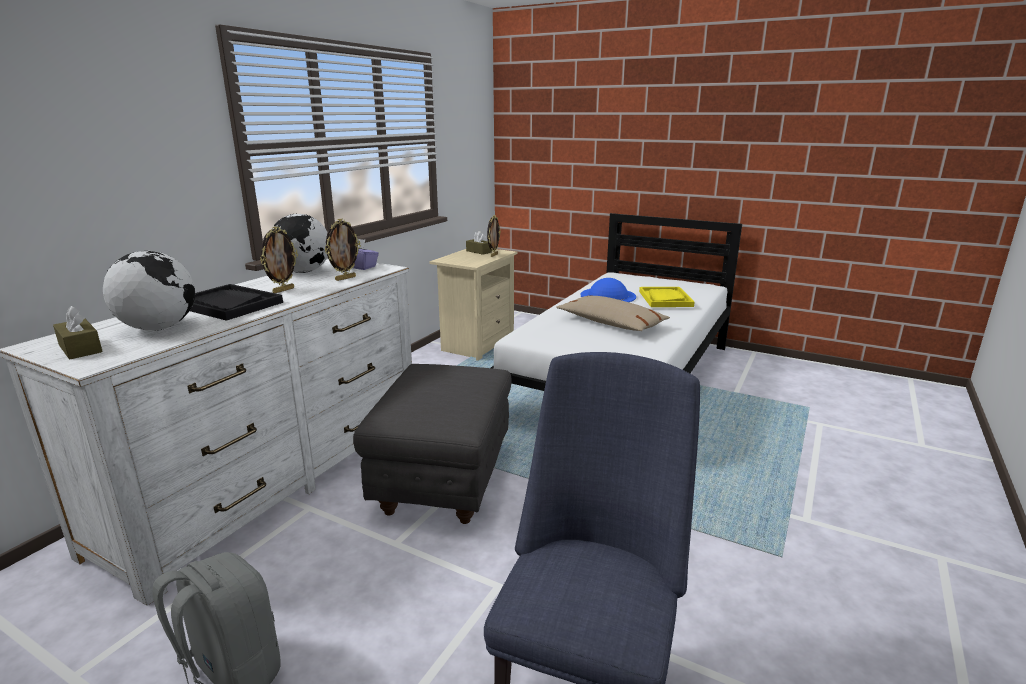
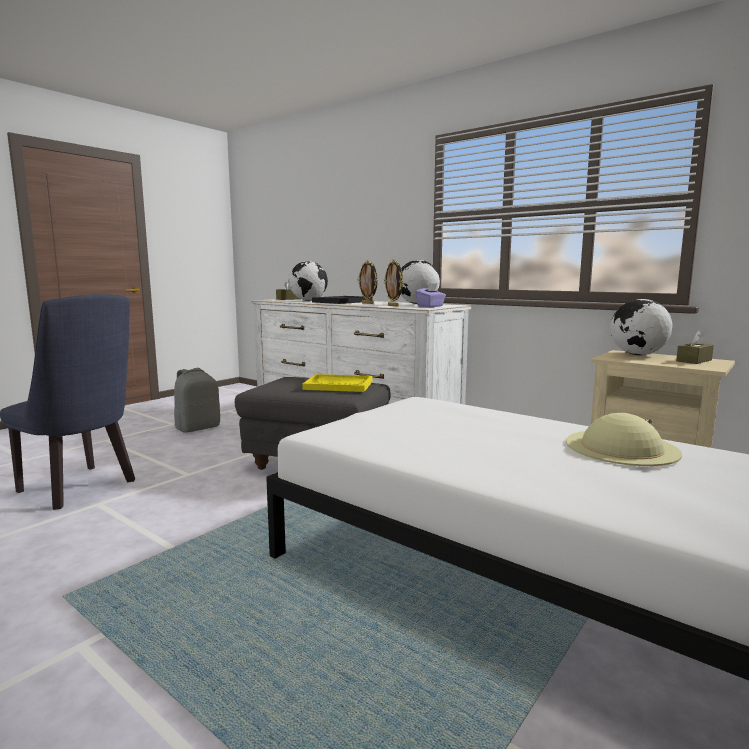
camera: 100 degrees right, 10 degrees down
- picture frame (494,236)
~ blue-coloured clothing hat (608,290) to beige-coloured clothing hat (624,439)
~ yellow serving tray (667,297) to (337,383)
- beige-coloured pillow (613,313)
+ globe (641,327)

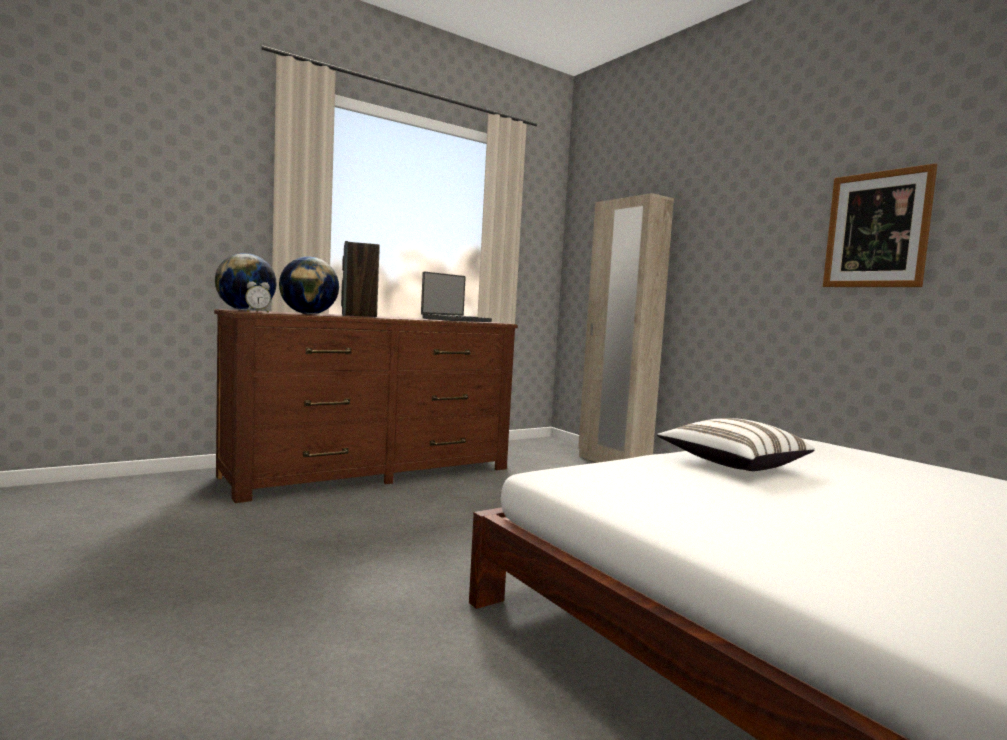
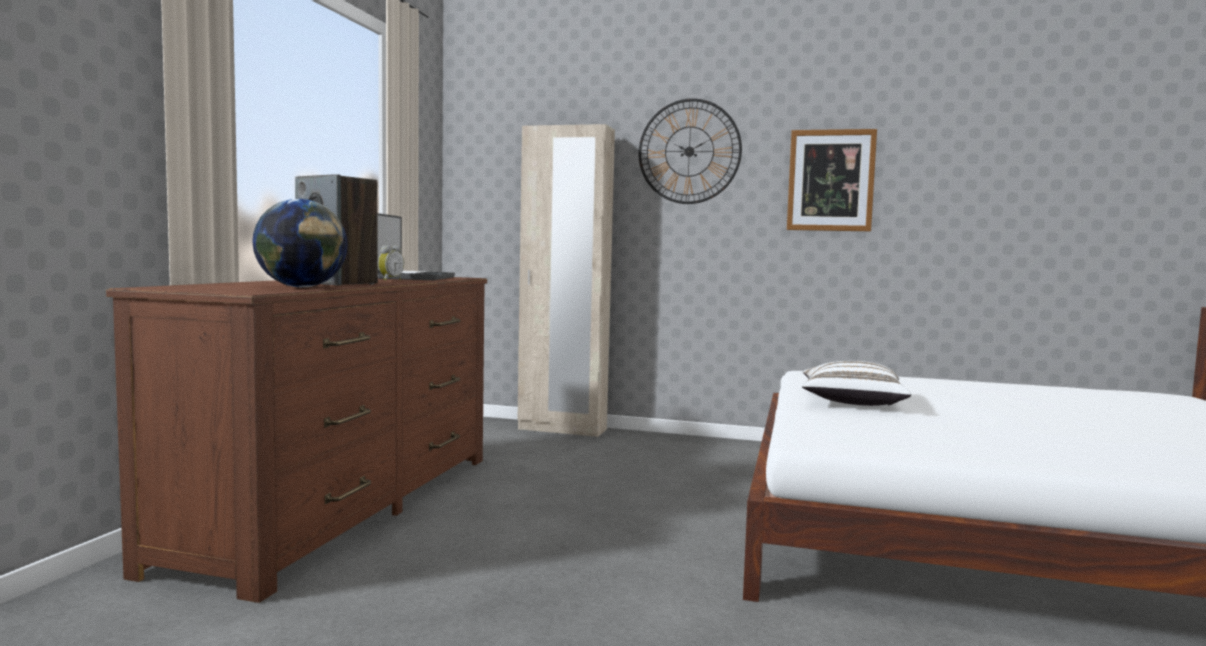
camera: 40 degrees left, 0 degrees up
- globe (246,282)
~ bedside clock (258,296) to (391,263)
+ wall clock (690,151)

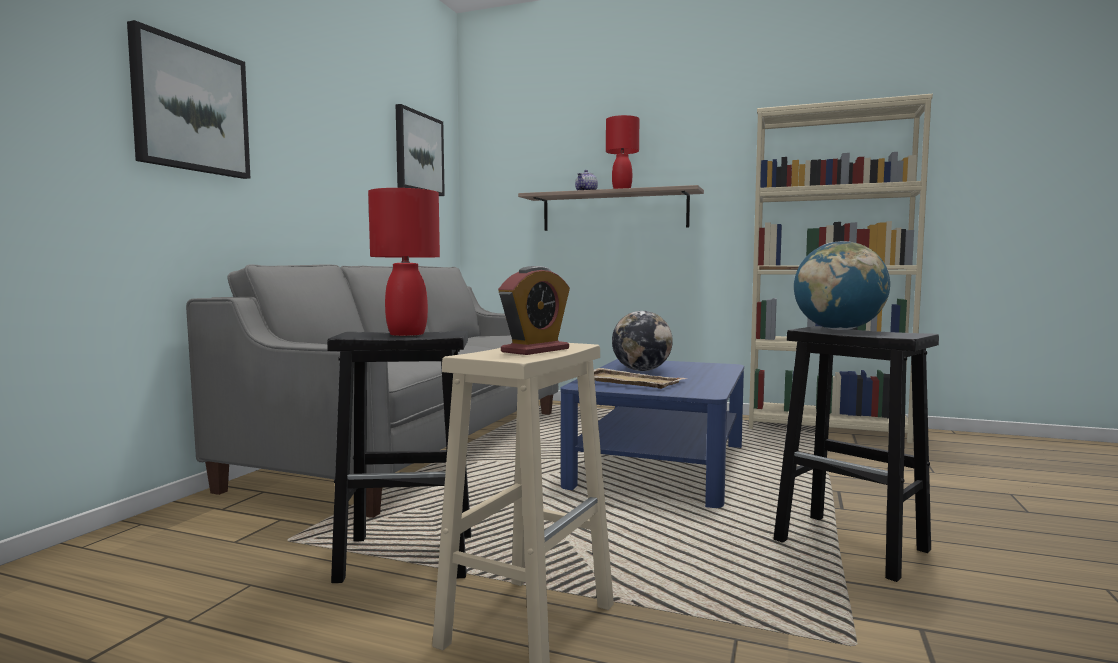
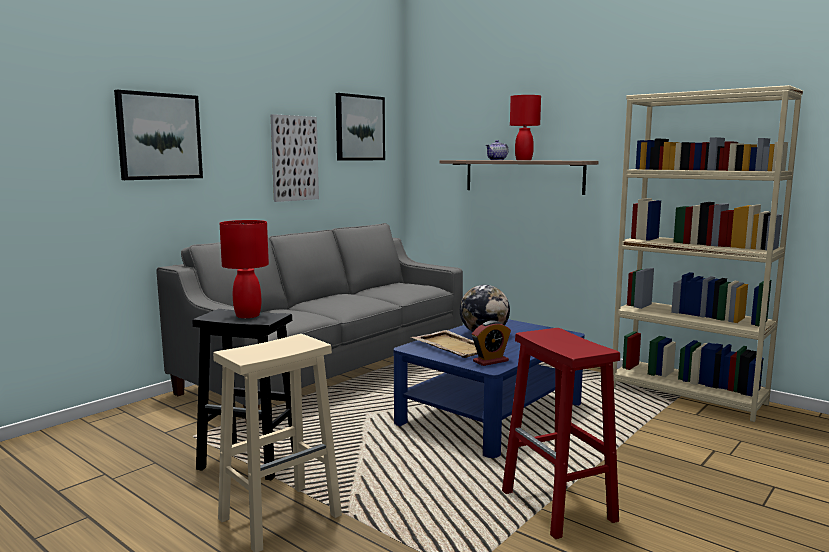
camera: 20 degrees right, 5 degrees up
- globe (842,285)
~ bedside clock (534,310) to (491,343)
~ black sitting stool (856,454) to red sitting stool (561,433)
+ wall picture (295,158)

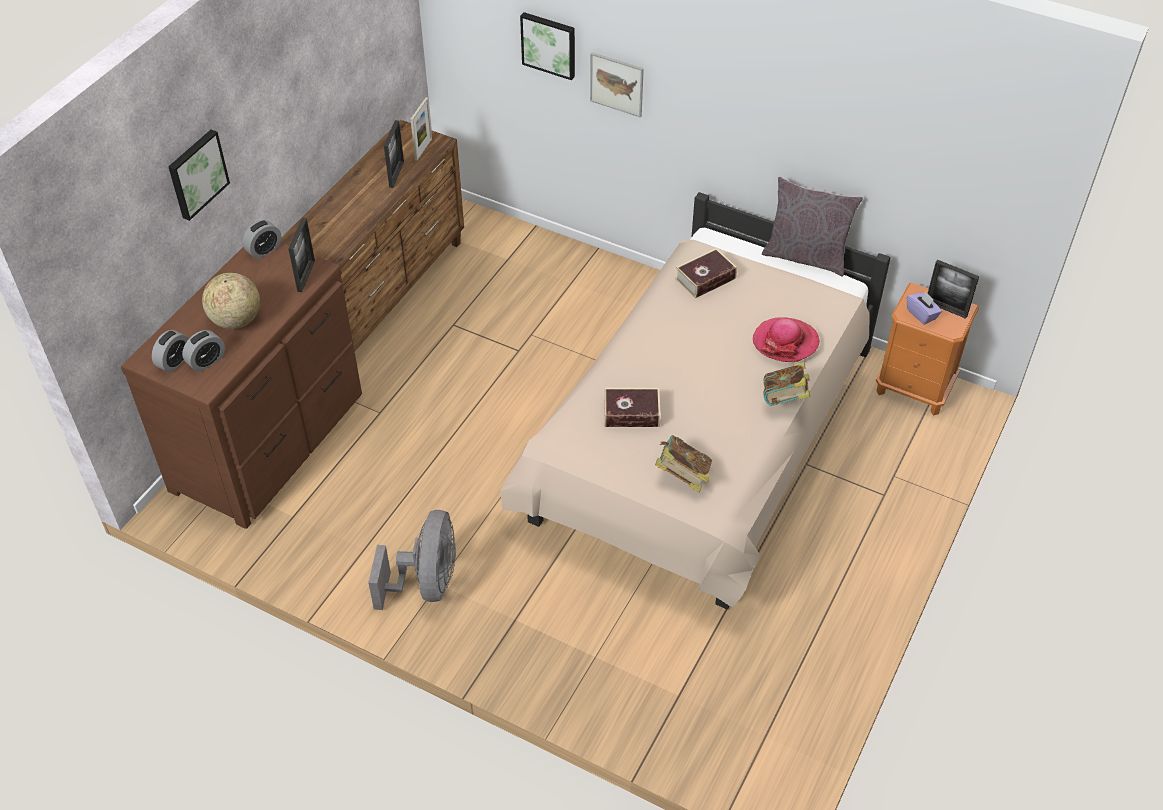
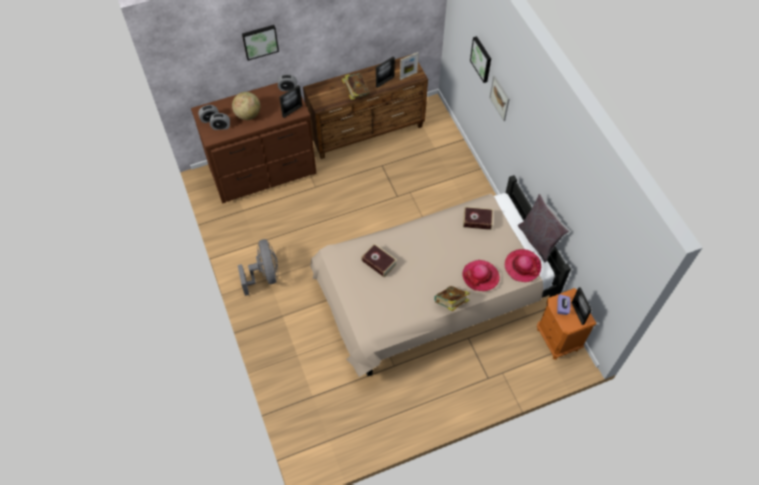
camera: 40 degrees right, 10 degrees up
~ bound book (683,463) to (355,86)
~ grey electric fan (412,560) = (258,267) 60 degrees counterclockwise
+ clothing hat (523,265)

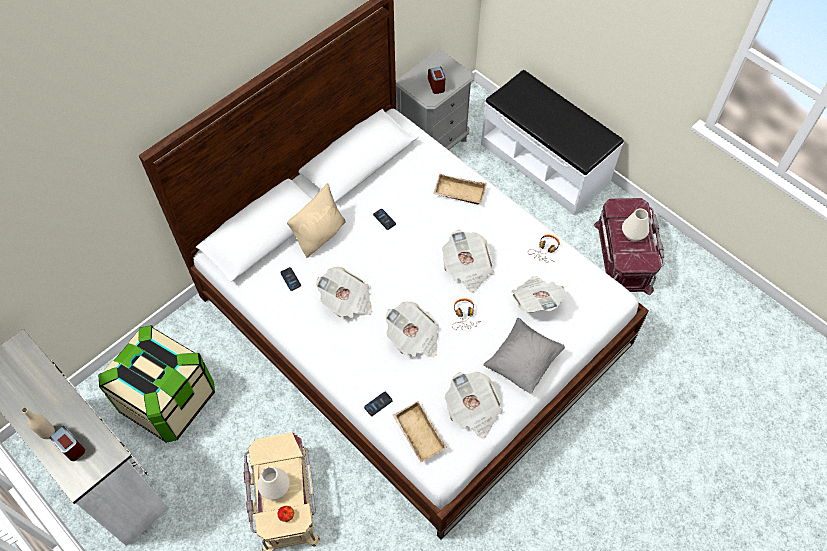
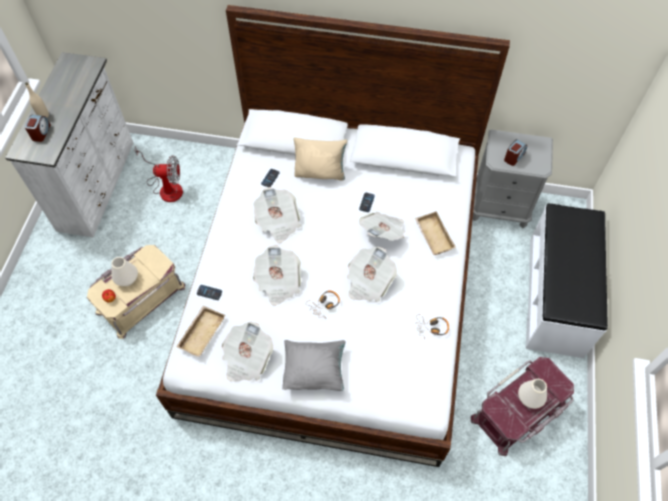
camera: 55 degrees right, 0 degrees up
~ newspaper (539,294) to (382,226)
~ storage container (157,384) to electric fan (159,174)

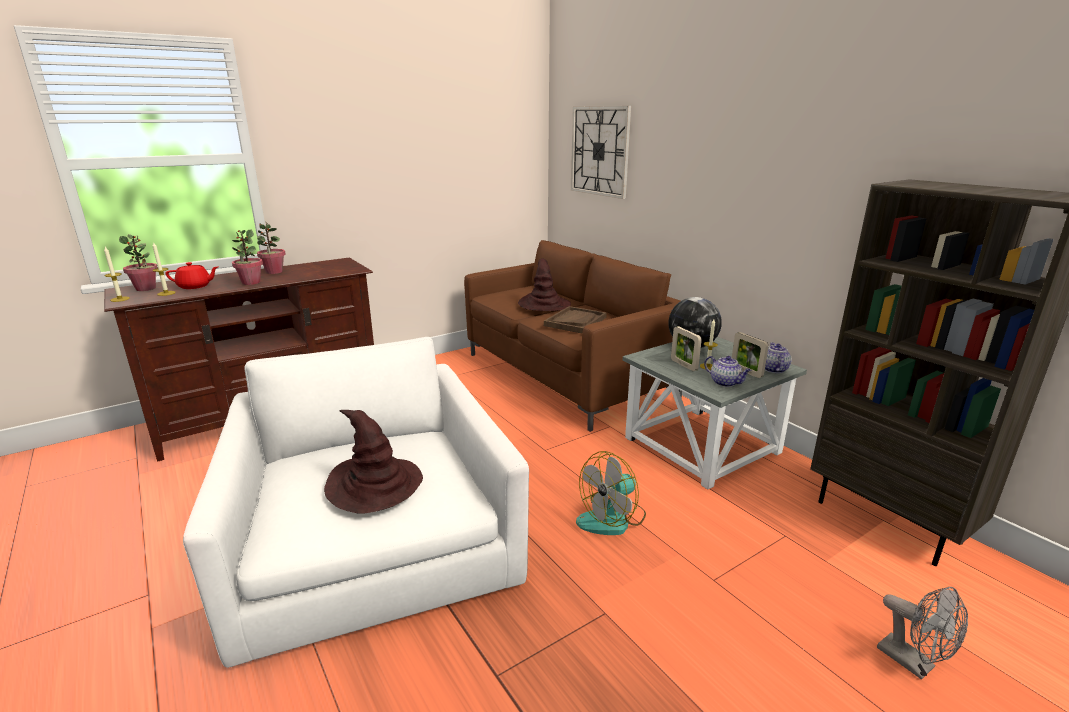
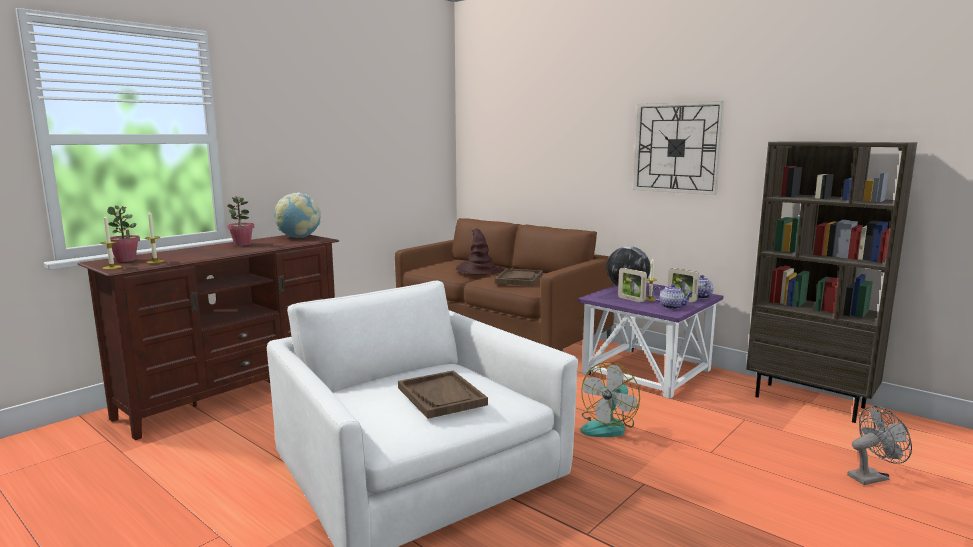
camera: 15 degrees left, 10 degrees down
~ wall clock (601,152) to (678,148)
- plant in a pot (247,257)
- red tea pot (192,275)
~ grey accent table (715,413) to purple-coloured accent table (650,341)
~ brown clothing hat (373,462) to brown serving tray (443,394)
~ grey electric fan (922,633) = (879,445) 60 degrees counterclockwise
+ globe (297,215)

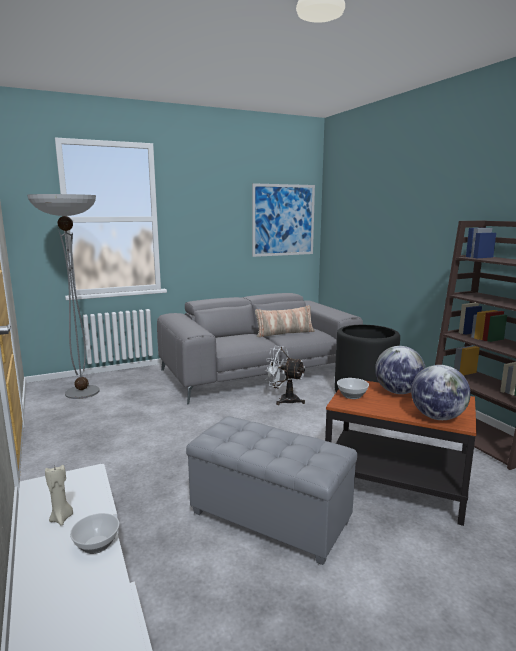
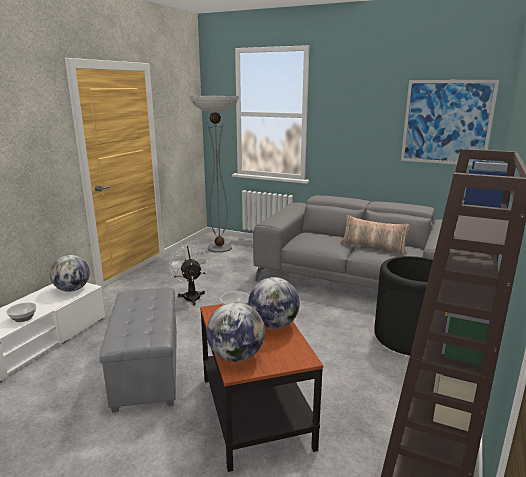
camera: 50 degrees right, 5 degrees up
~ white-coloured electric fan (284,375) to (189,274)
- beige-coloured wax candle (59,495)
+ globe (70,273)

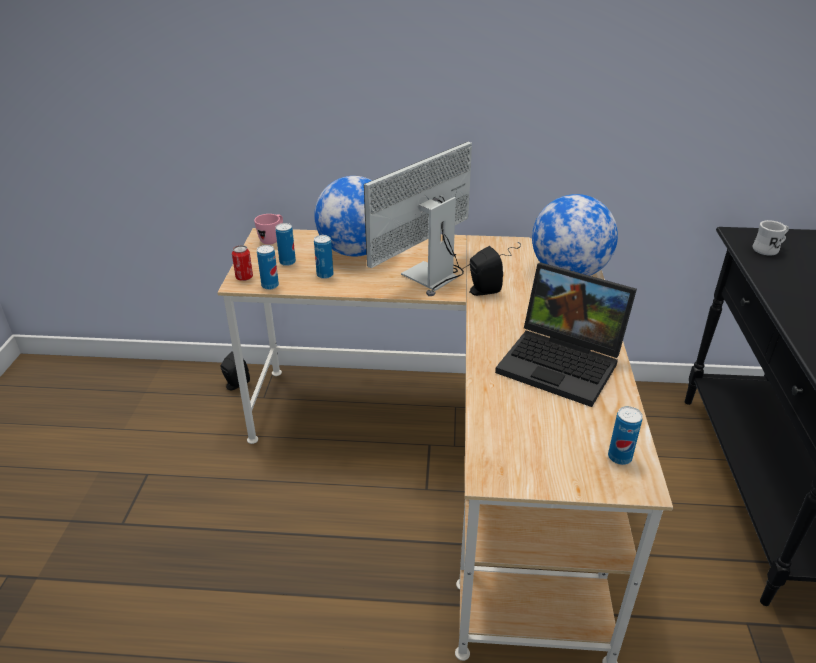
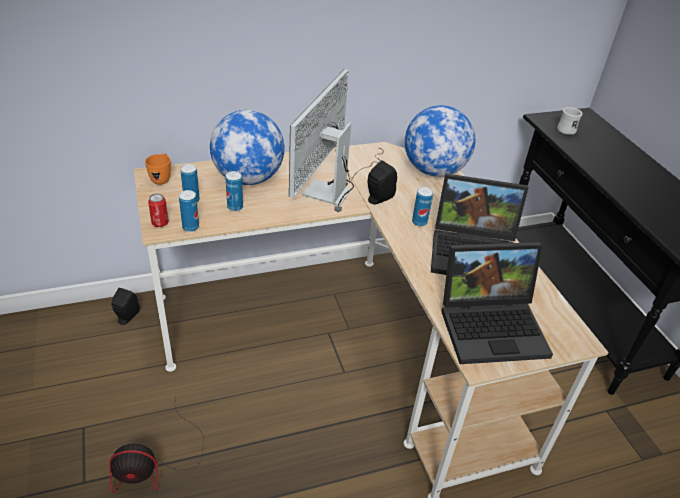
camera: 25 degrees left, 5 degrees up
~ pink-coloured tea mug (268,229) to orangey tea mug (158,169)
~ can (625,435) to (422,207)
+ notebook computer (497,303)
+ electric fan (156,444)

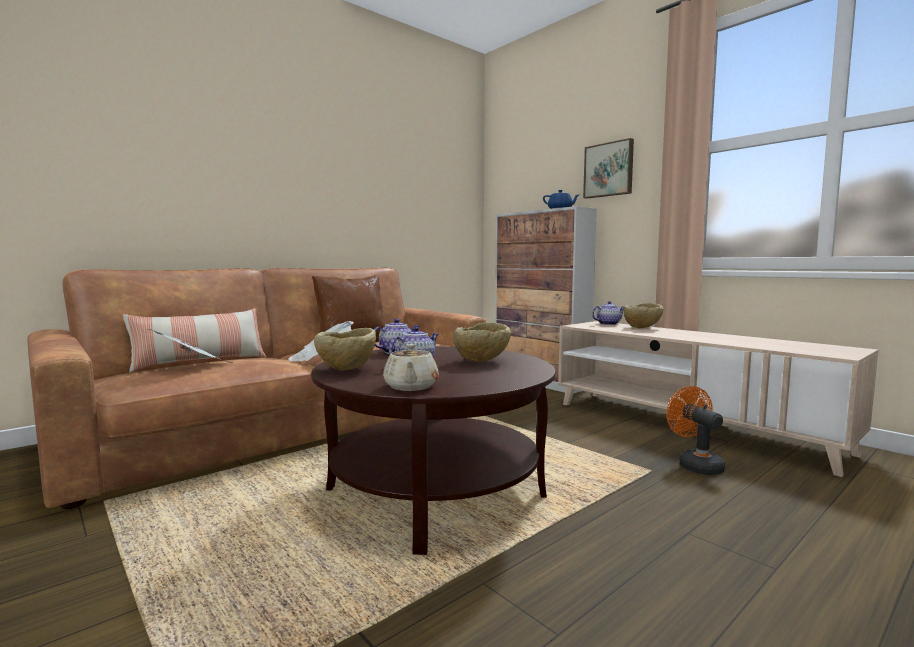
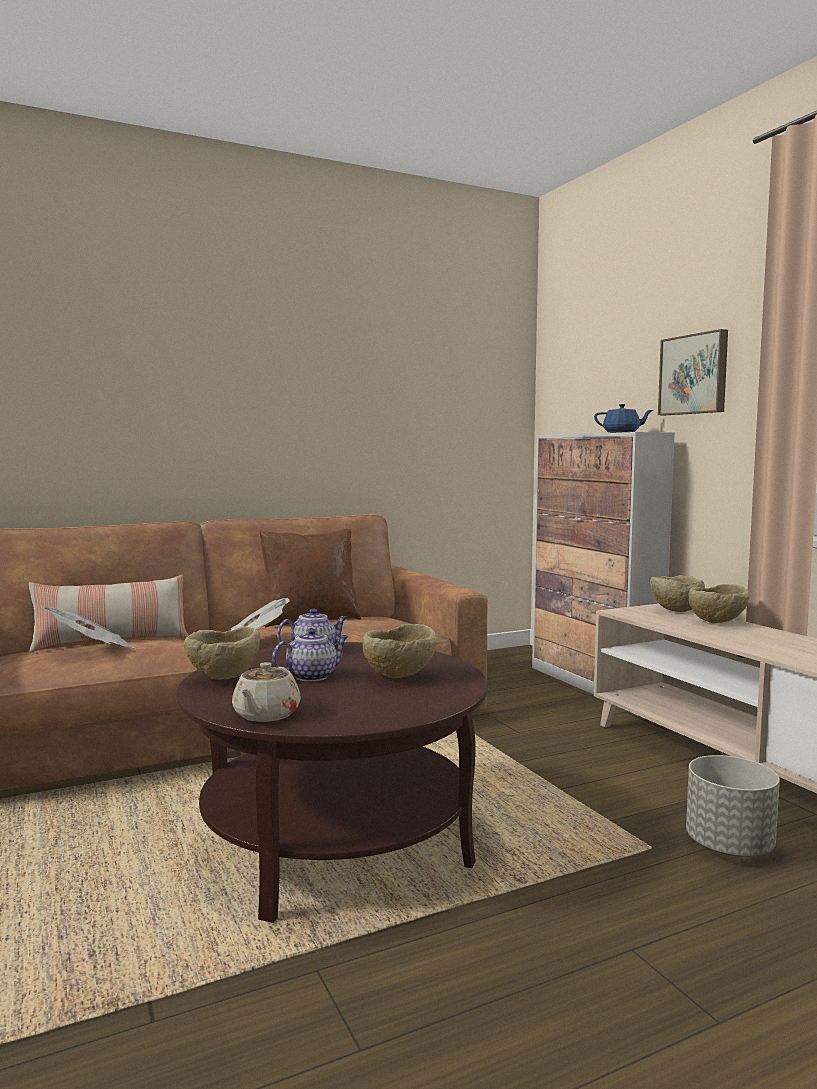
camera: 15 degrees right, 0 degrees up
~ tea pot (608,313) to beige-coloured serving bowl (677,593)
~ orangey electric fan (695,430) to grey plant pot (733,806)

